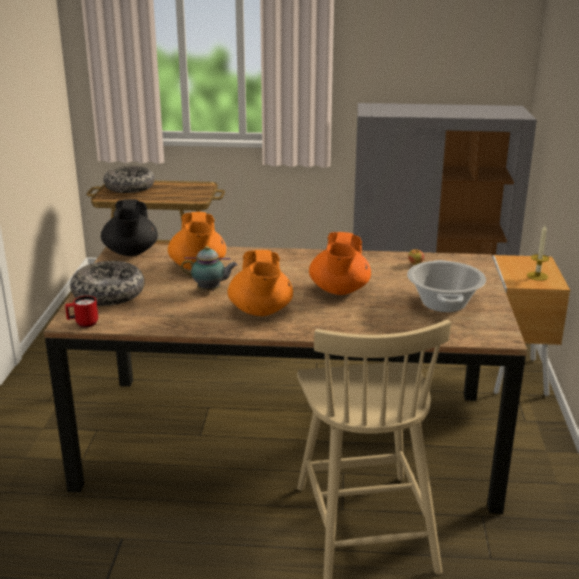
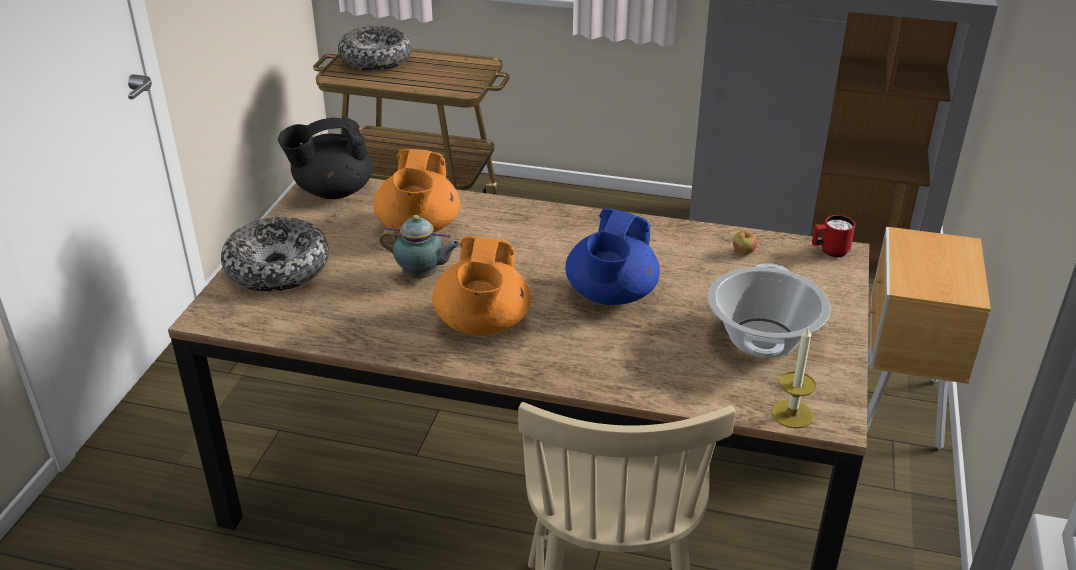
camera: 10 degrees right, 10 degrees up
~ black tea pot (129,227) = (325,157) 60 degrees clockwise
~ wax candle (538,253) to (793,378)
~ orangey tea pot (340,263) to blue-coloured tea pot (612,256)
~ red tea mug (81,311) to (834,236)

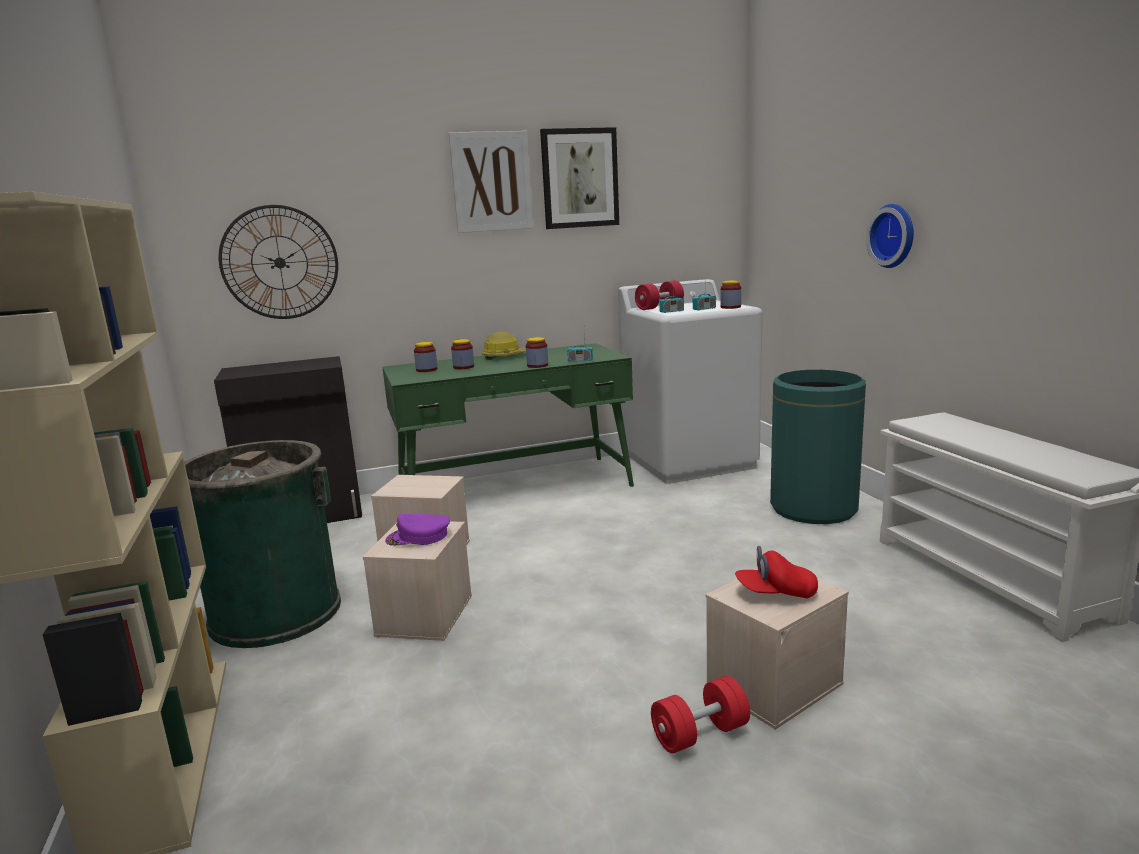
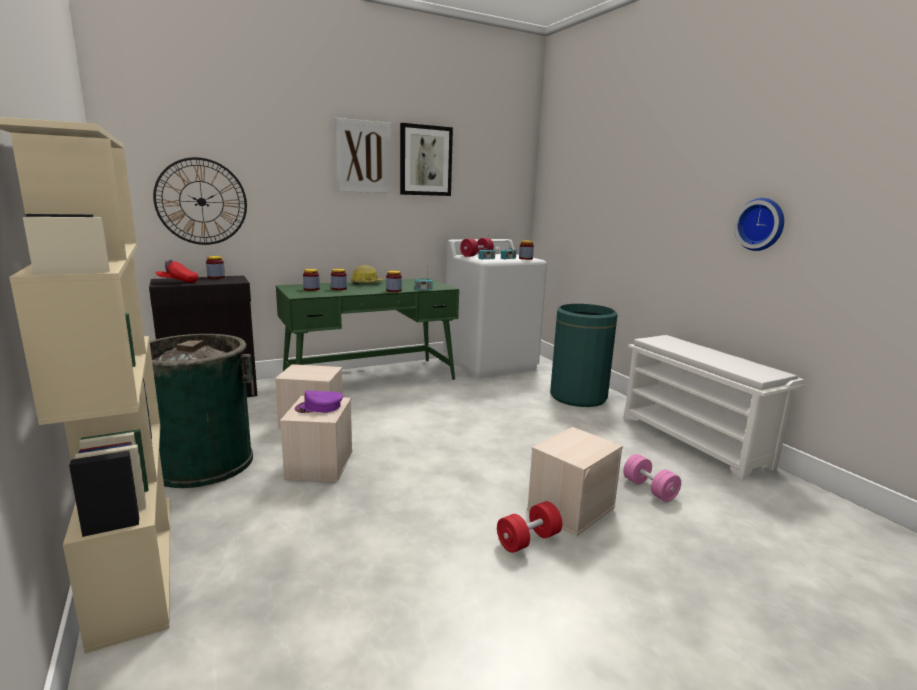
camera: 10 degrees left, 0 degrees up
~ wall clock (890,236) to (759,224)
~ red peaked cap (776,572) to (177,271)
+ storage jar (215,267)
+ pink-coloured hand weight (652,478)

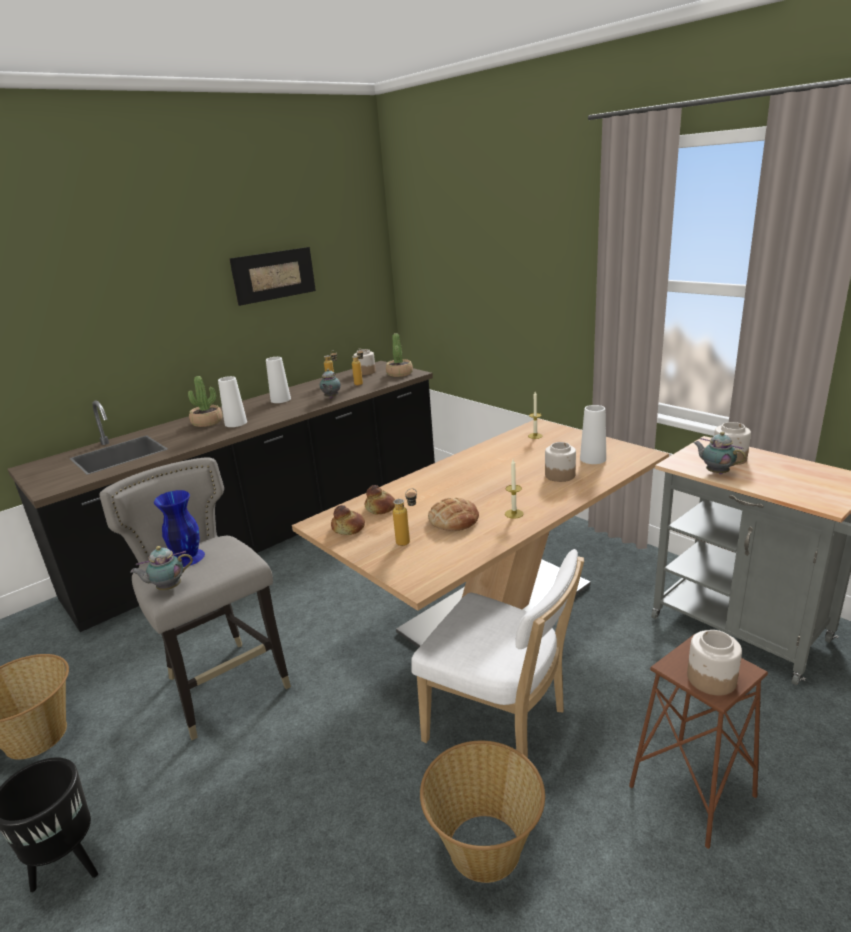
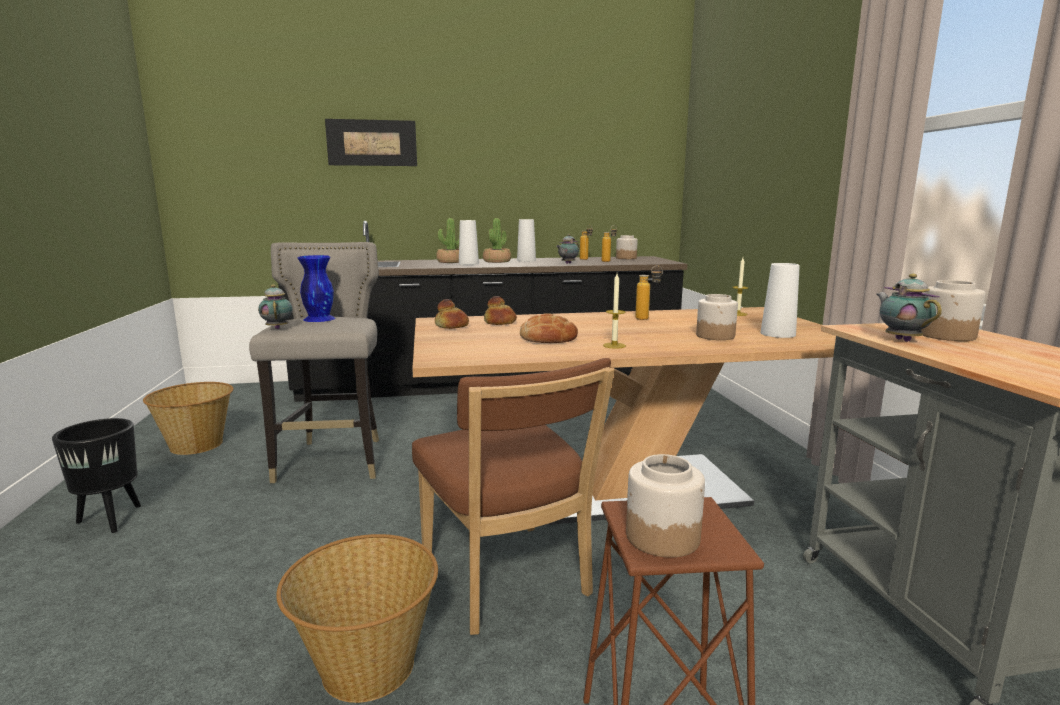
camera: 30 degrees right, 10 degrees down
~ wall picture (272,276) to (371,142)
~ plant in a pot (399,355) to (497,240)
~ bottle (405,517) to (649,293)
~ tea pot (161,568) = (275,306) 60 degrees clockwise
~ white-coloured chair (497,653) to brown chair (513,496)

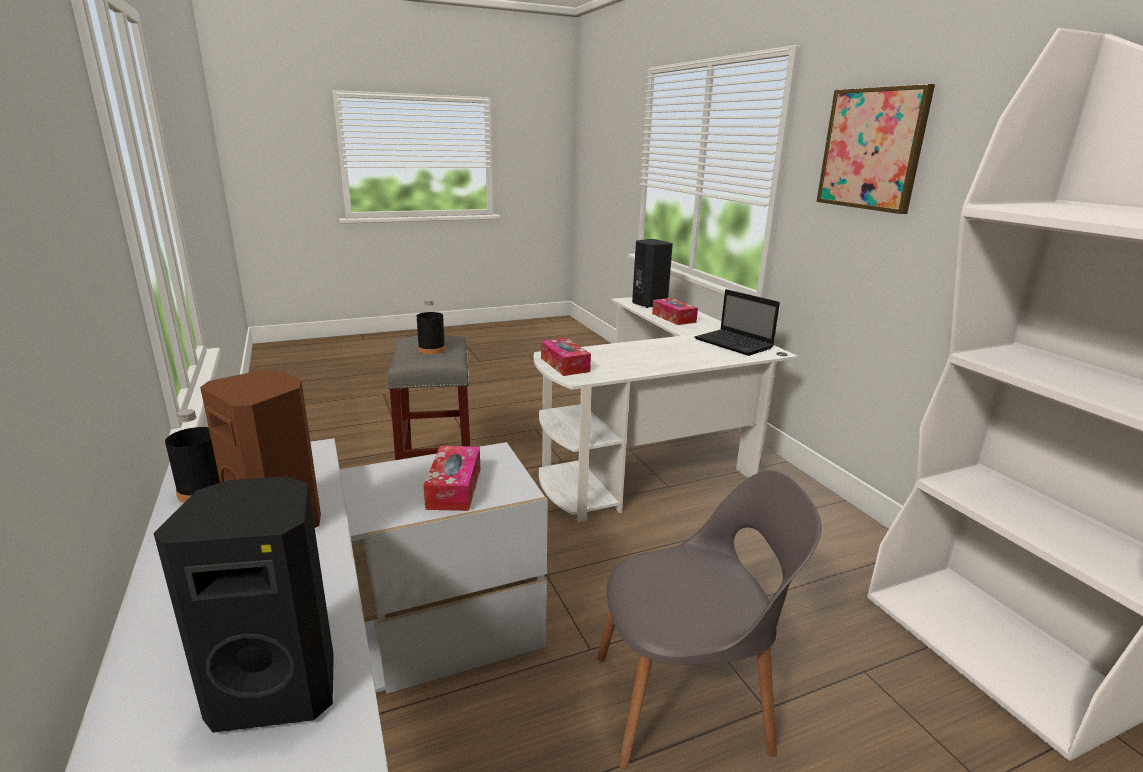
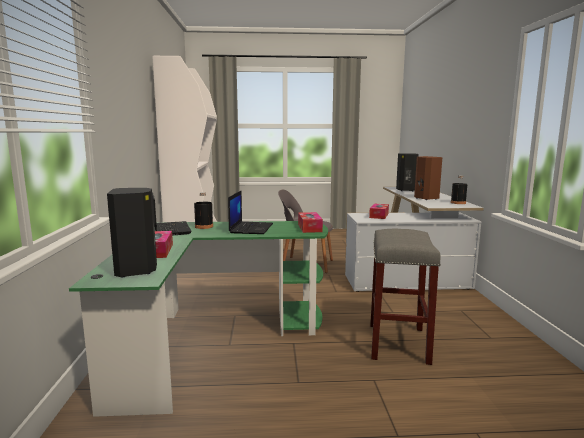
camera: 160 degrees left, 10 degrees down
- wall picture (875,149)
~ white-coloured desk (666,409) to greenish desk (198,319)
~ black bottle (431,326) to (203,210)
+ notebook computer (250,212)

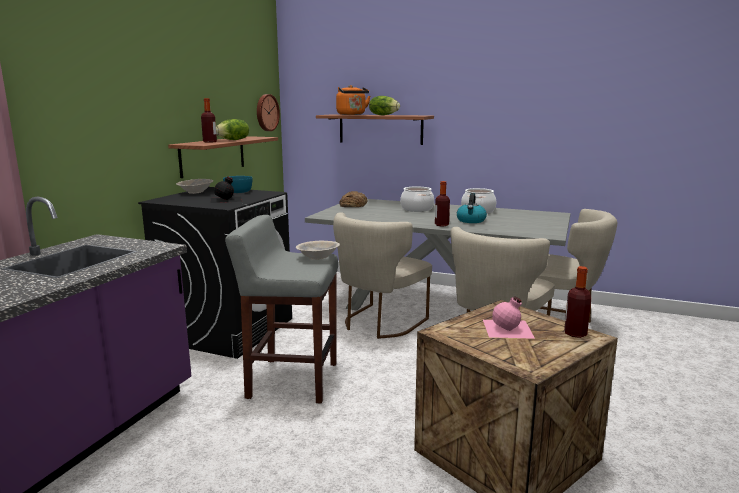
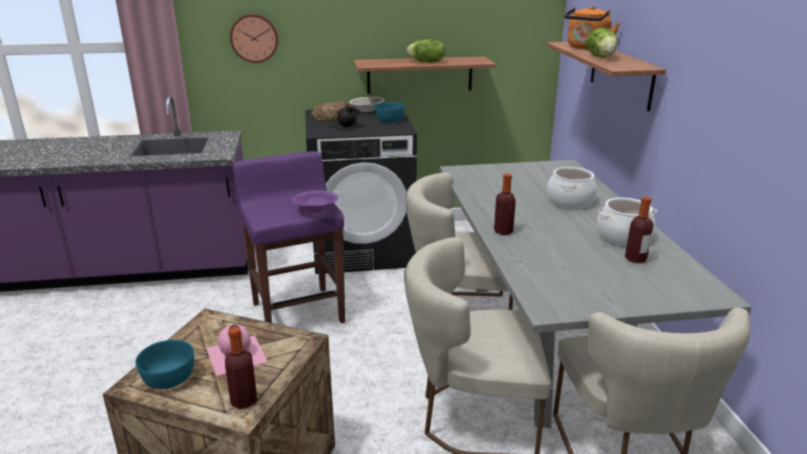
camera: 60 degrees right, 10 degrees up
~ wall clock (268,112) to (254,38)
~ bottle (209,120) to (639,230)
~ bread (353,199) to (329,111)
- water kettle (472,208)
~ grey sitting stool (281,309) to purple-coloured sitting stool (288,237)
~ beige-coloured serving bowl (318,250) to purple-coloured serving bowl (315,202)
+ turquoise-coloured serving bowl (164,364)

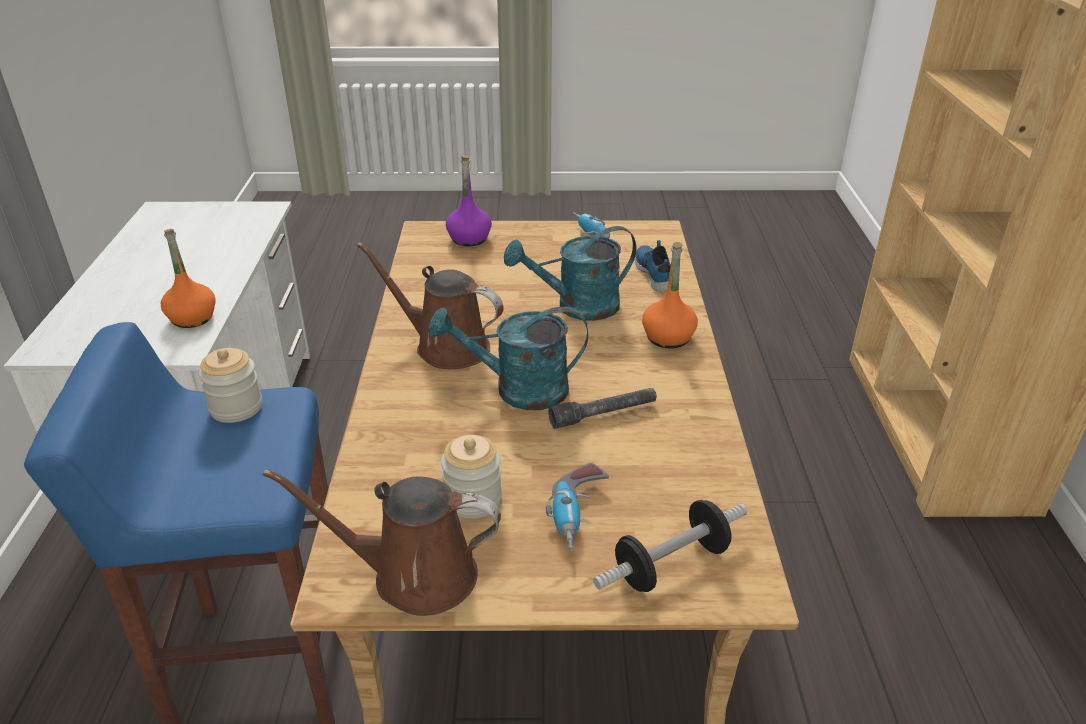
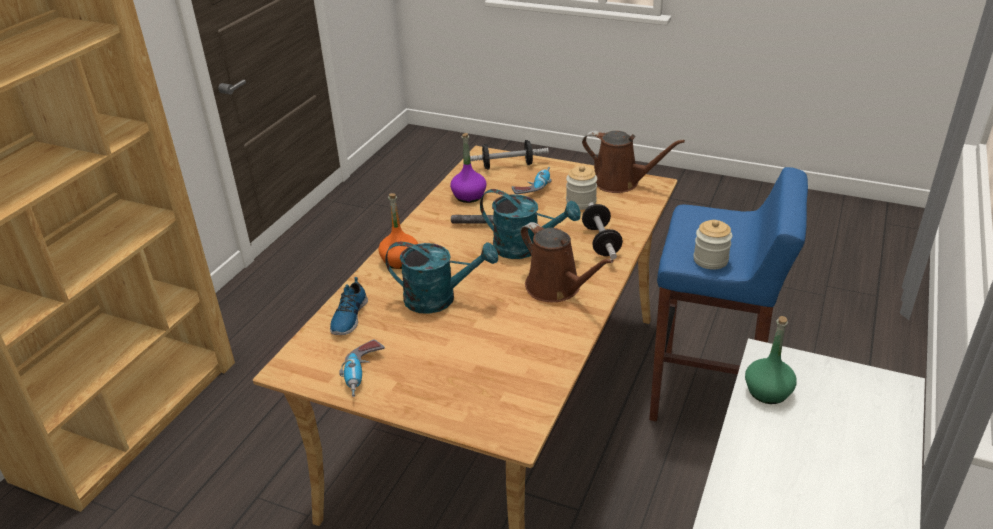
camera: 155 degrees left, 0 degrees up
~ purple-coloured bottle (469,200) to (468,168)
~ orangey bottle (188,278) to greenish bottle (771,360)
+ hand weight (602,231)

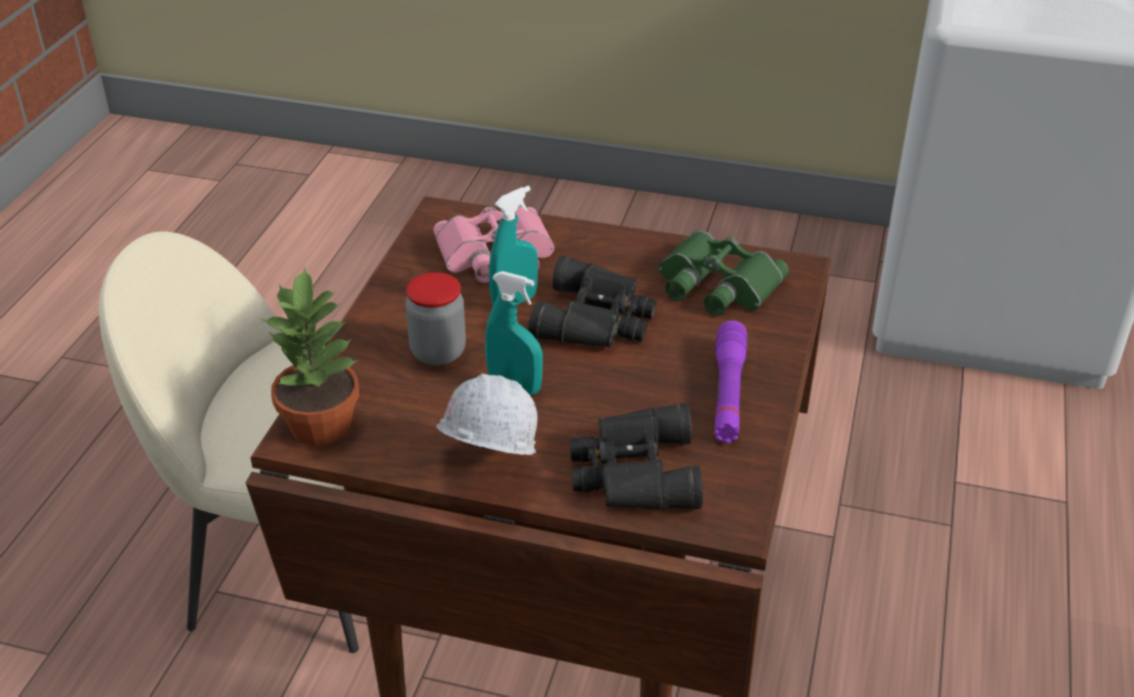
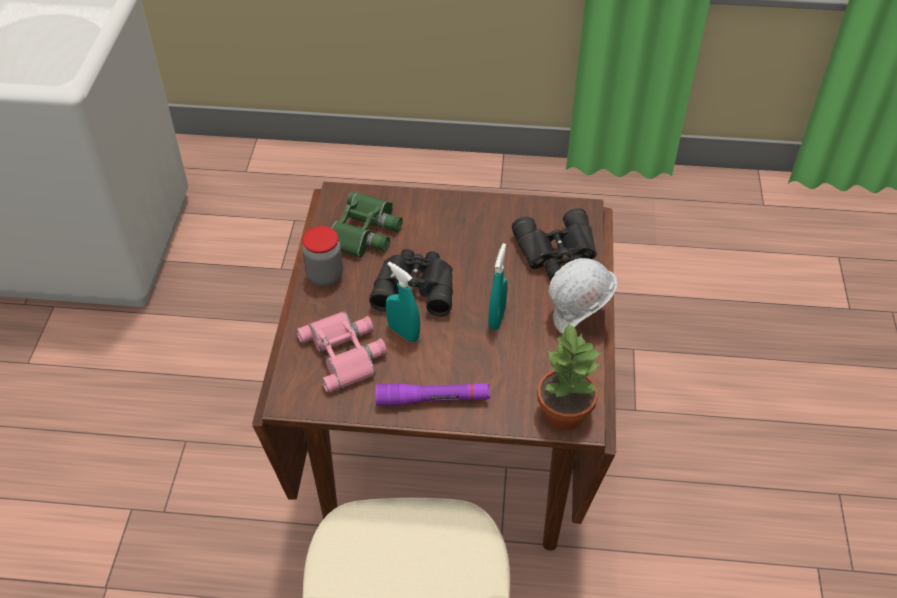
camera: 100 degrees left, 10 degrees up
~ storage jar (435,319) to (322,256)
~ purple-coloured flashlight (730,382) to (433,394)

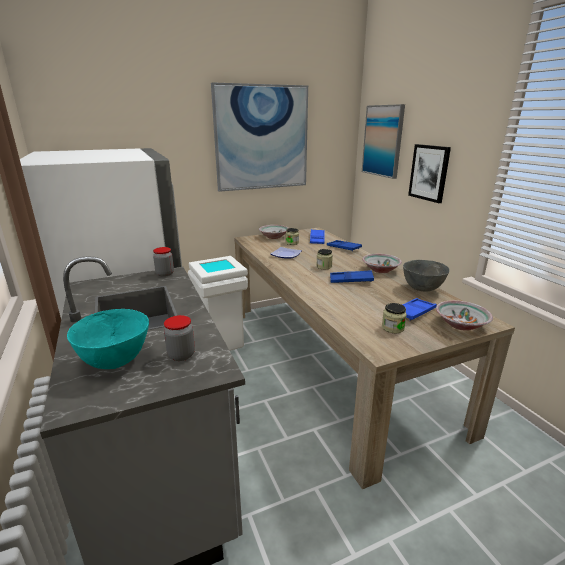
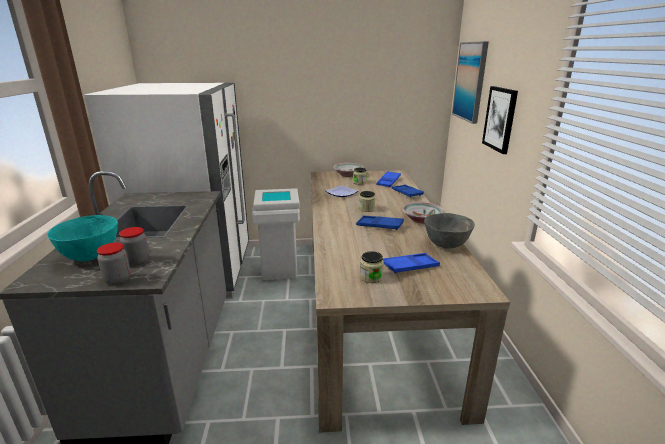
camera: 20 degrees right, 0 degrees up
- wall picture (259,137)
~ storage jar (163,262) to (114,264)
- serving bowl (464,315)

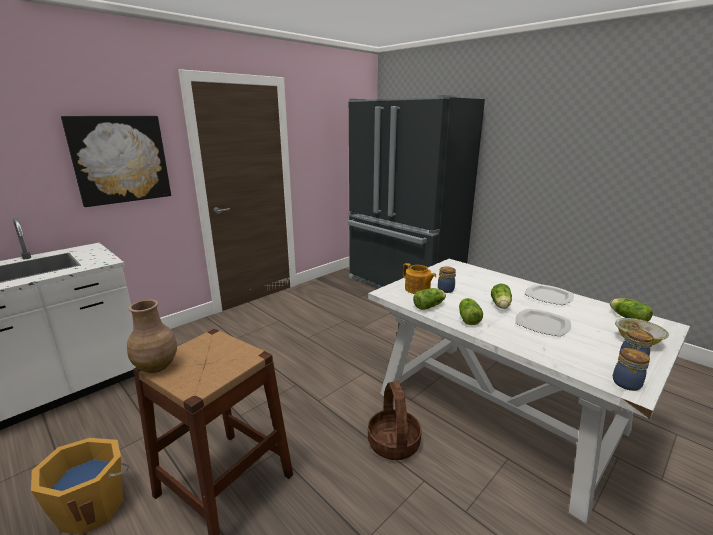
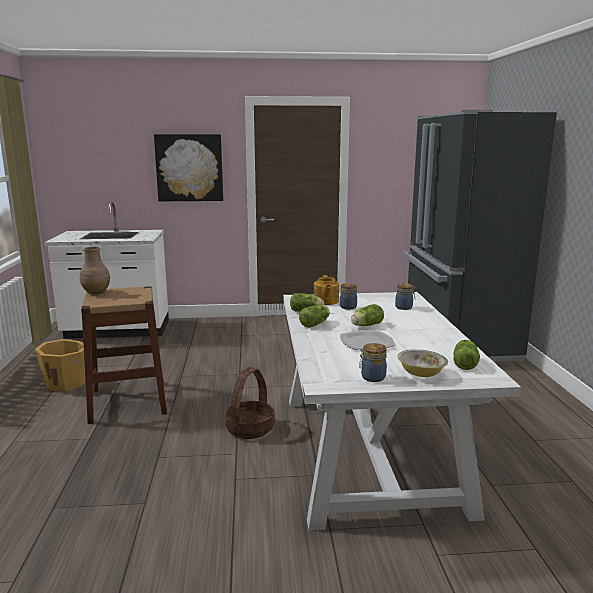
camera: 40 degrees right, 5 degrees down
- plate (549,294)
~ storage jar (631,369) to (405,296)

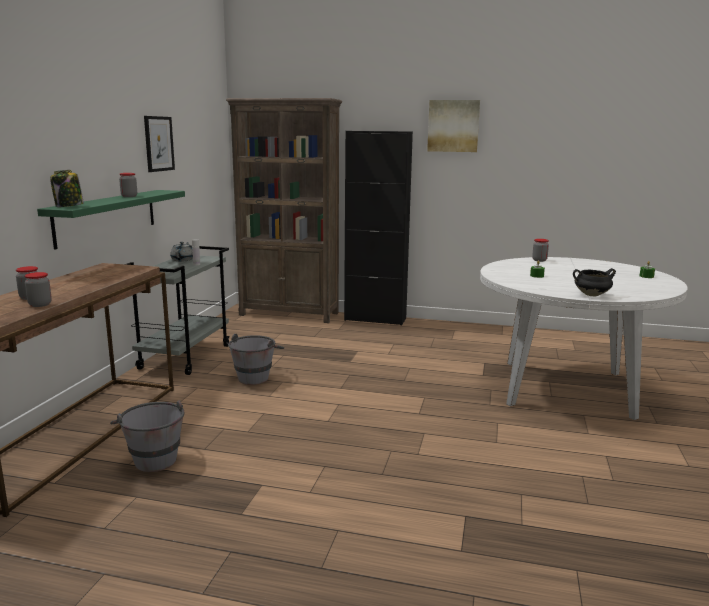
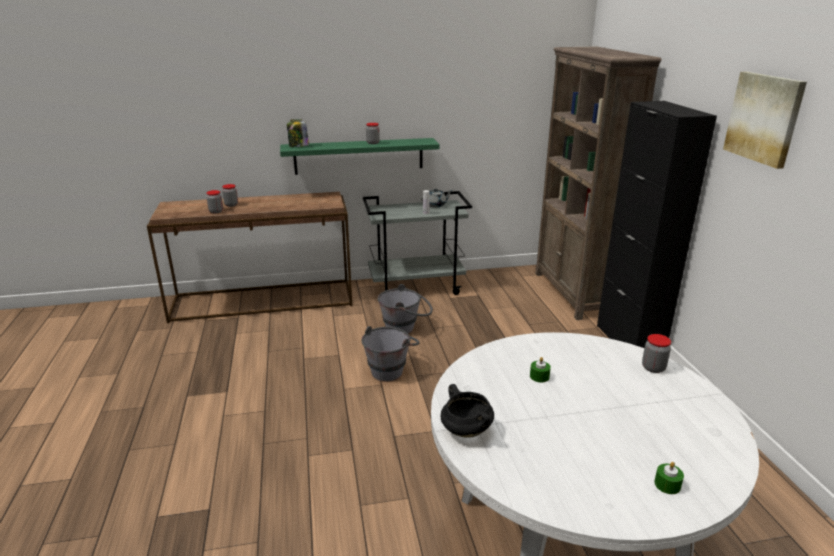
camera: 65 degrees right, 10 degrees up
- wall picture (159,144)
~ grey water bucket (147,436) to (390,354)

